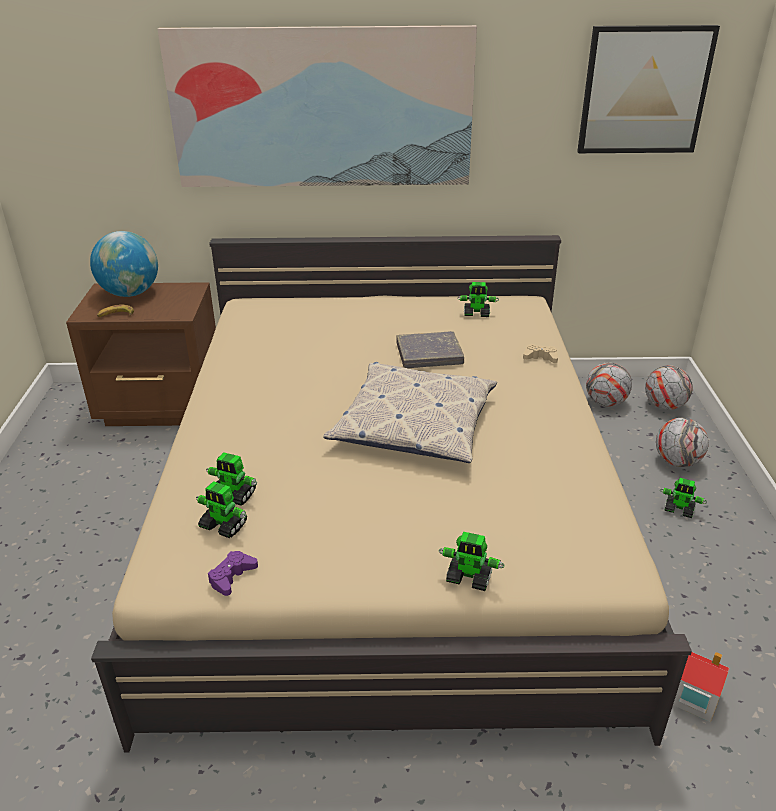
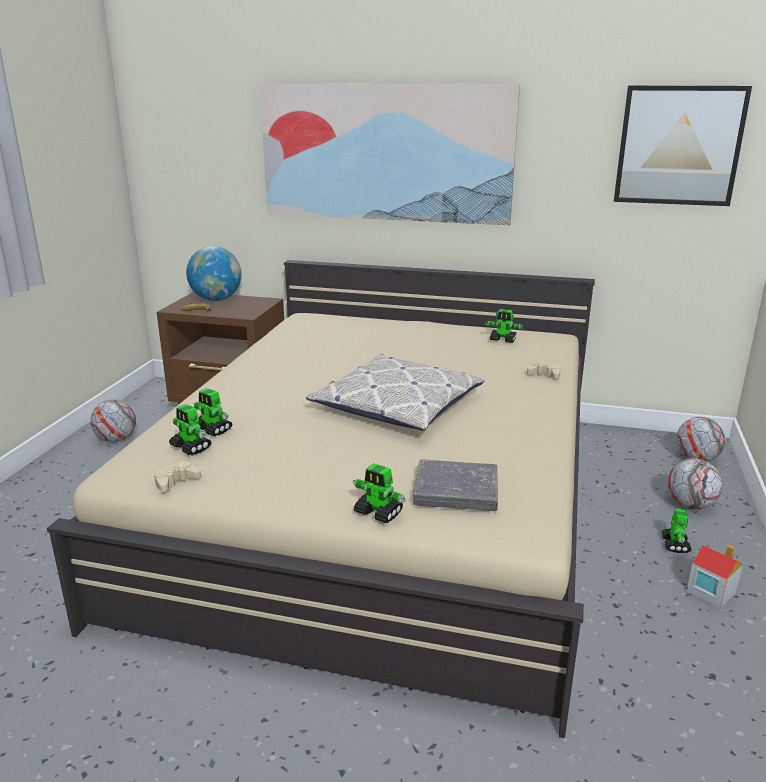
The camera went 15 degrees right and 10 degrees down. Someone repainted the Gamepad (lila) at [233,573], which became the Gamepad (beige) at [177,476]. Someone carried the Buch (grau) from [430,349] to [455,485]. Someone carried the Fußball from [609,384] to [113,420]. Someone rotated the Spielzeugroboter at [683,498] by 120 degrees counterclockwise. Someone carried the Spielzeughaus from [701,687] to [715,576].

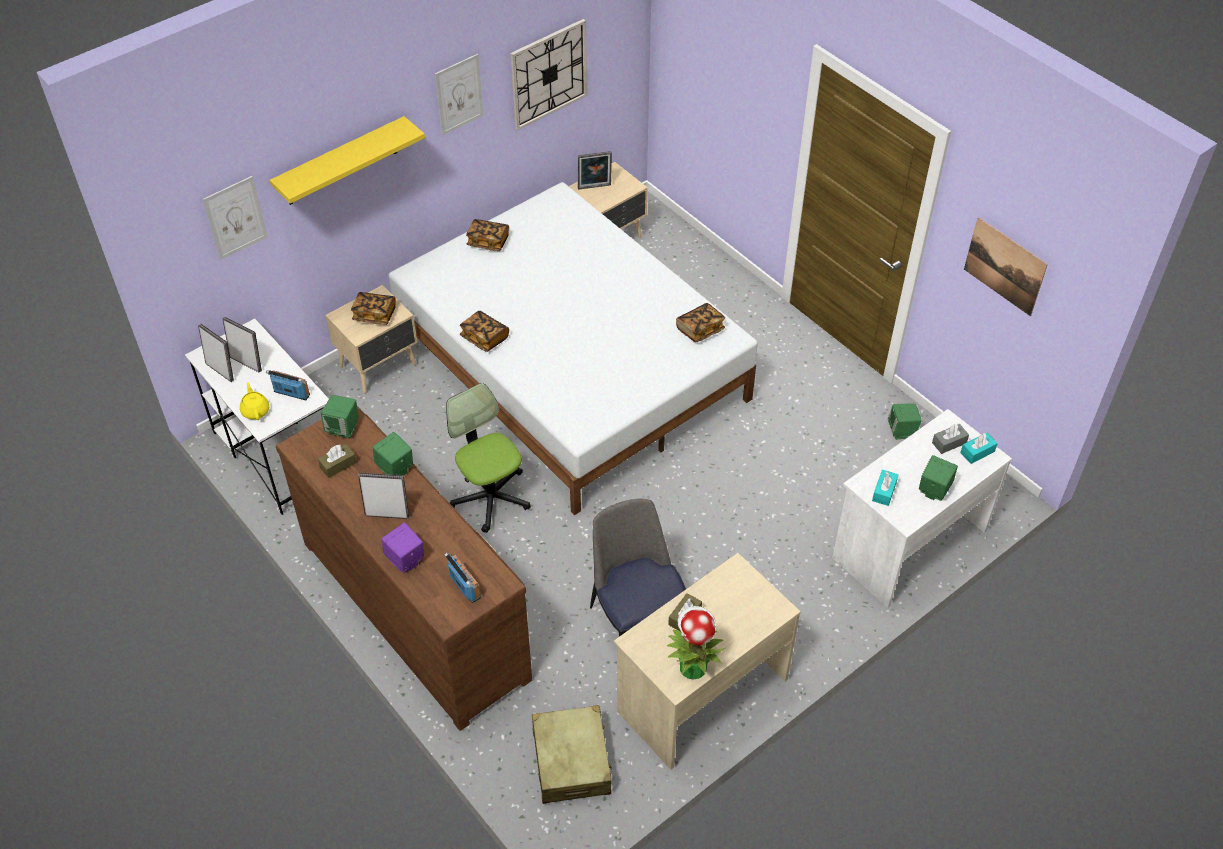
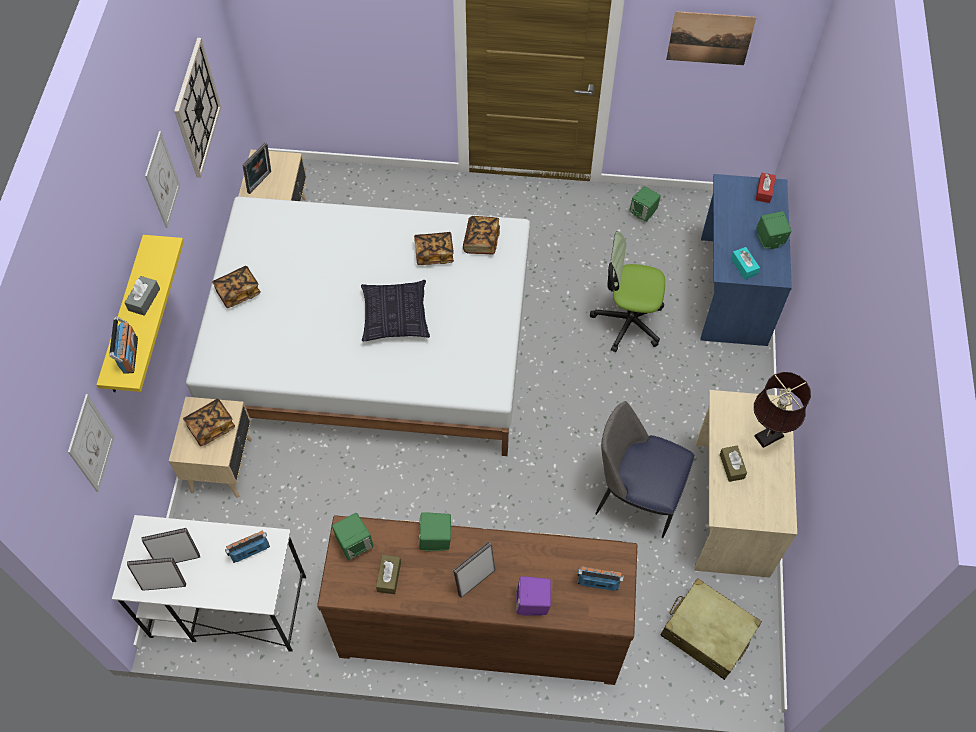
The camera went 45 degrees left and 10 degrees up. Someone took away the Teekanne (gelb) at [254,401]. Someone carried the Bürostuhl from [488,458] to [627,291]. Someone carried the Buch from [484,331] to [434,248]. Someone took away the Topfpflanze at [696,643]. Someone repainted the Schreibtisch (weiß) at [922,508], which became the Schreibtisch (blau) at [746,260]. Someone carried the Taschentuchbox (grau) from [950,439] to [142,296]. Someone repainted the Taschentuchbox (türkis) at [979,448], which became the Taschentuchbox (rot) at [766,188]. Someone put down the Radio at [123,345]. Someone put down the Kissen at [395,310]. Someone put down the Tischlampe (braun) at [782,410].

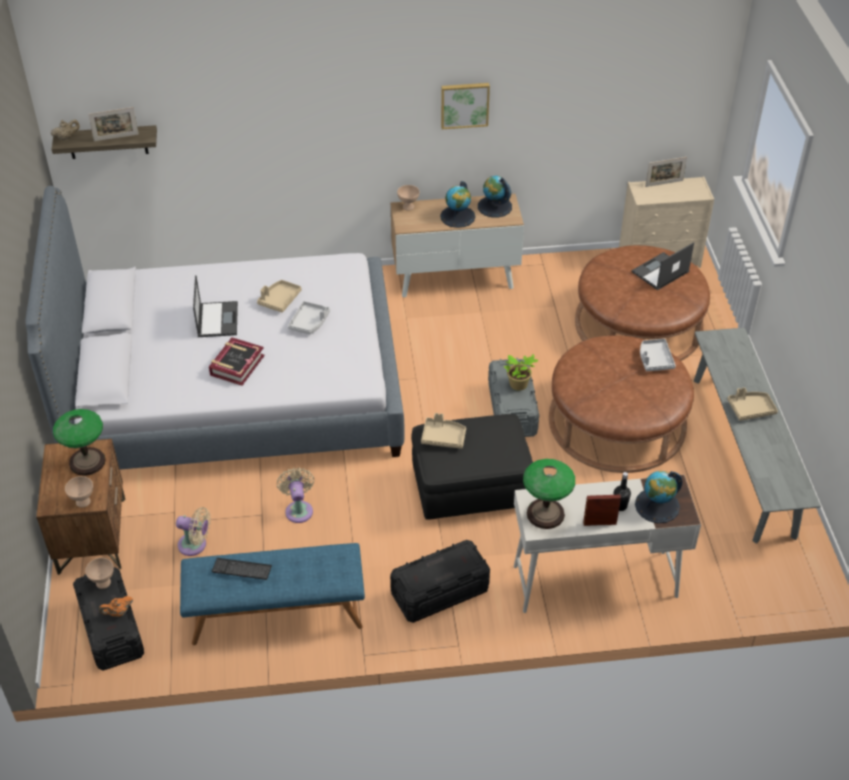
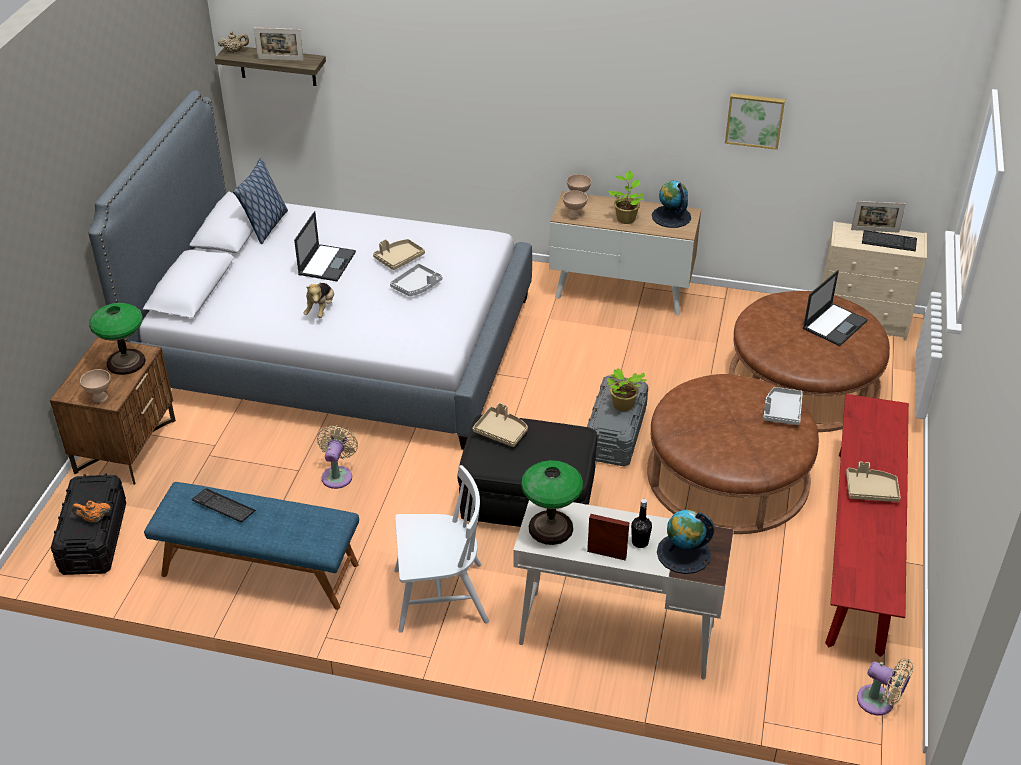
The camera went 20 degrees right and 5 degrees down. Someone carried the Schüssel (beige) from [99,573] to [575,204]. Someone carried the Ventilator (beige) from [193,531] to [885,686]. Someone swapped the Buch at [237,361] for the Plüschtier at [319,300]. Someone swapped the Aufbewahrungsbox (schwarz) at [440,581] for the Stuhl (weiß) at [441,549]. Someone swapped the Globus at [457,204] for the Topfpflanze at [626,197]. Someone carried the Bild from [465,106] to [755,121]. Someone rotated the Laptop at [662,266] by 150 degrees clockwise. Someone repainted the Bank (grau) at [757,435], which became the Bank (rot) at [867,525]. Someone put down the Kissen at [260,201]. Someone put down the Tastatur at [889,240].

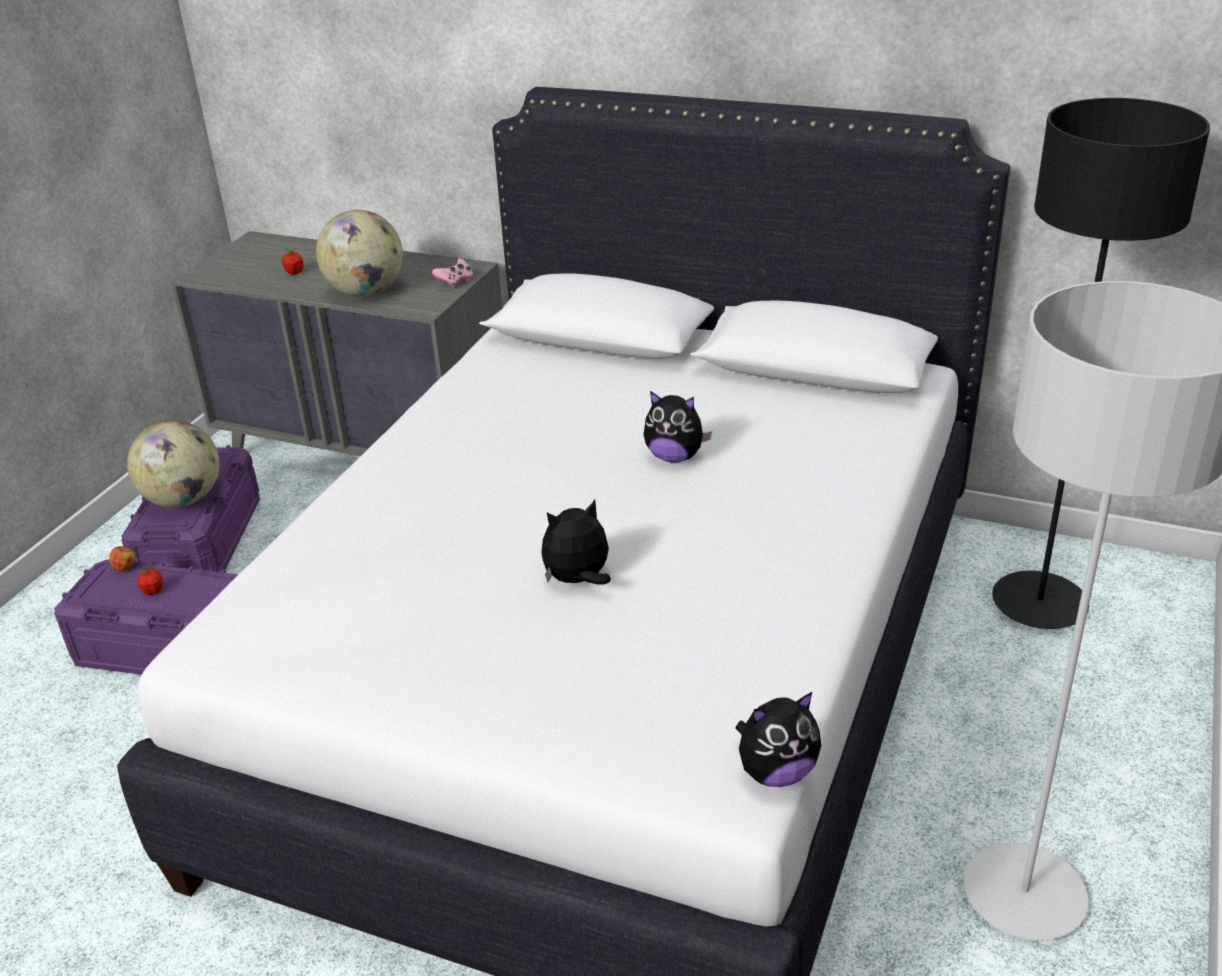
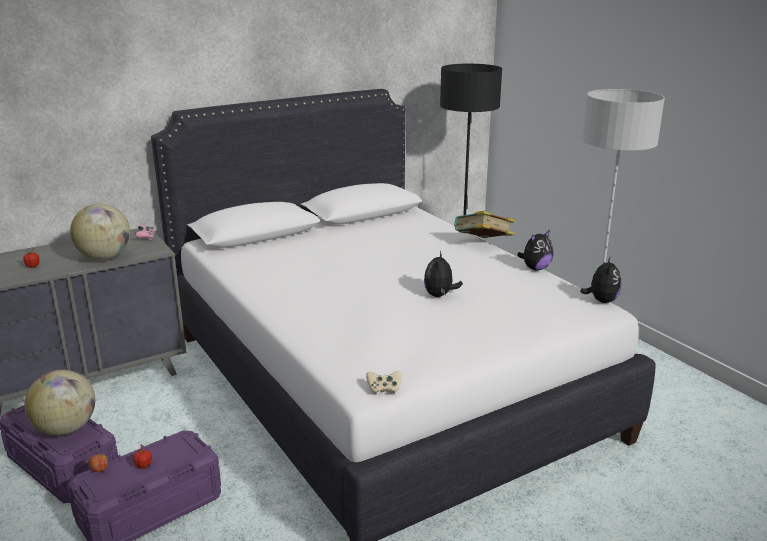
The camera went 55 degrees left and 10 degrees down. Someone carried the Plüschtier from [677,427] to [535,250]. Someone put down the Gamepad (beige) at [383,382]. Someone put down the Buch at [484,224].

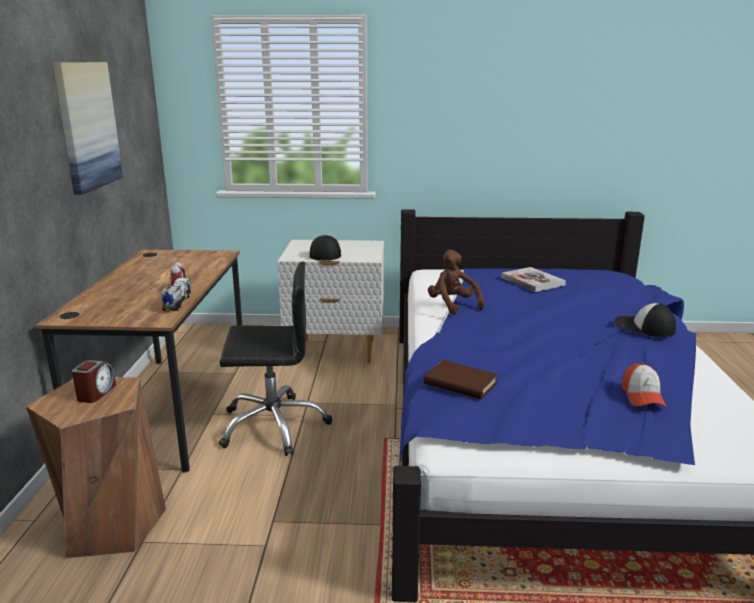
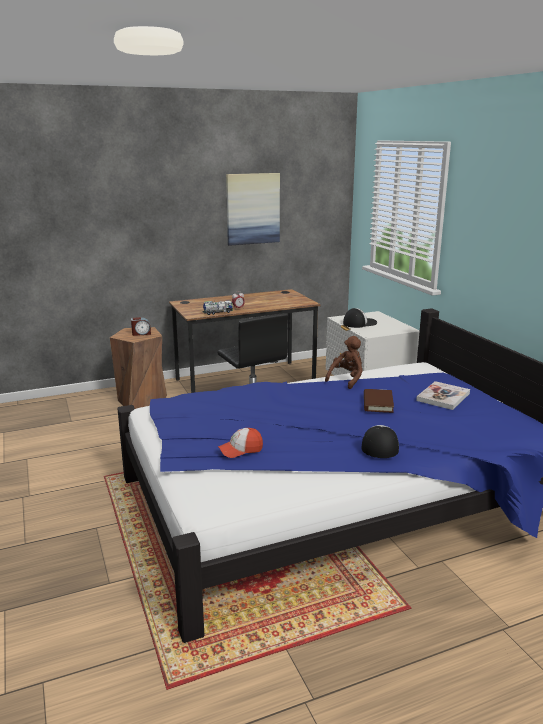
The camera went 65 degrees right and 0 degrees up. Someone carried the Buch (braun) from [461,380] to [379,401].

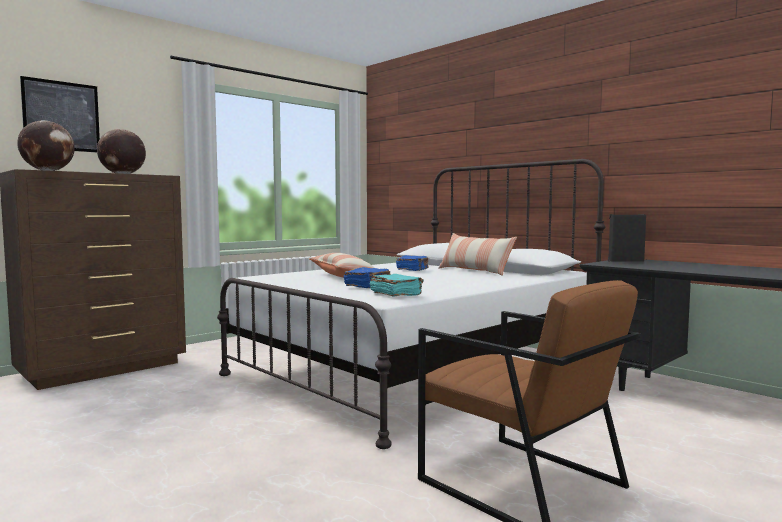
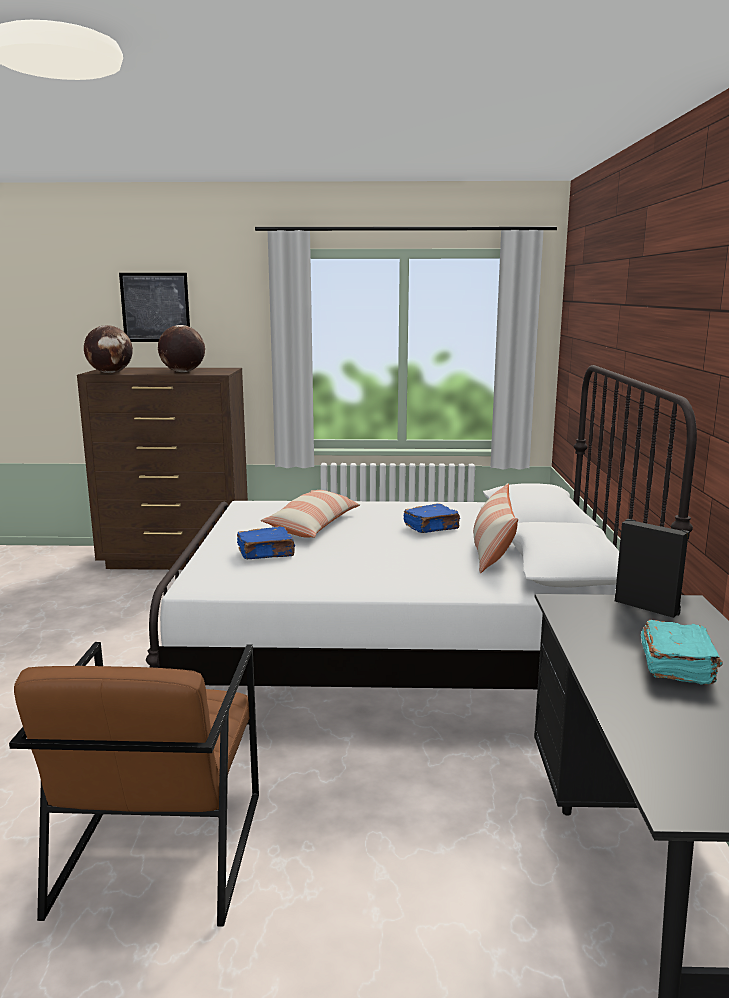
The camera went 45 degrees right and 10 degrees up. Someone carried the Buch (türkis) from [396,285] to [682,652].

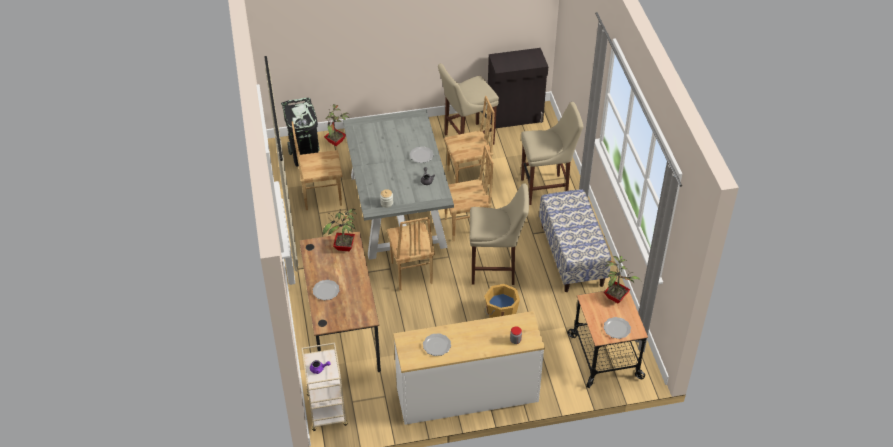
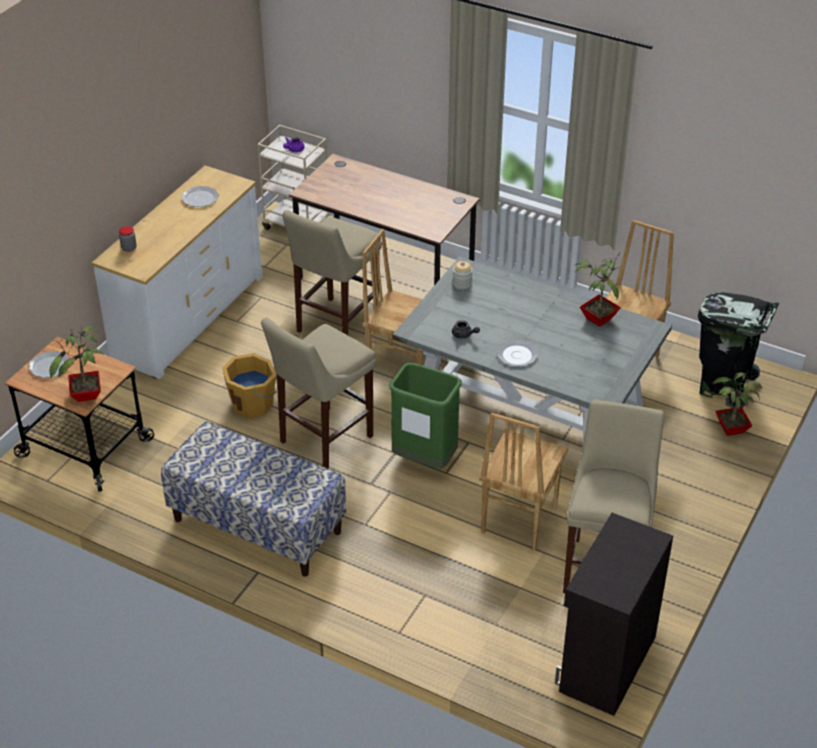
The camera went 130 degrees right and 5 degrees down. Someone took away the Teller at [326,290]. Someone carried the Topfpflanze from [340,229] to [598,290]. Someone swapped the Stuhl (braun) at [469,193] for the Mülleimer (grün) at [425,415]. Someone carried the Hocker (beige) from [552,153] to [332,272].

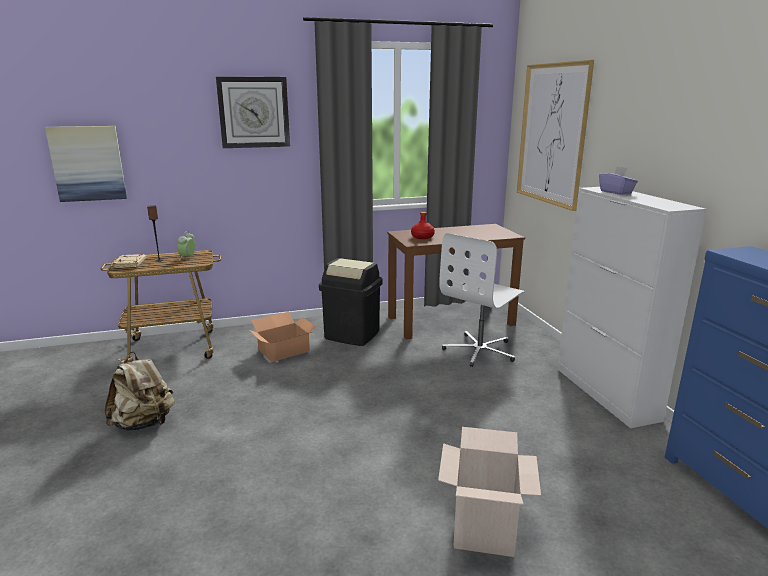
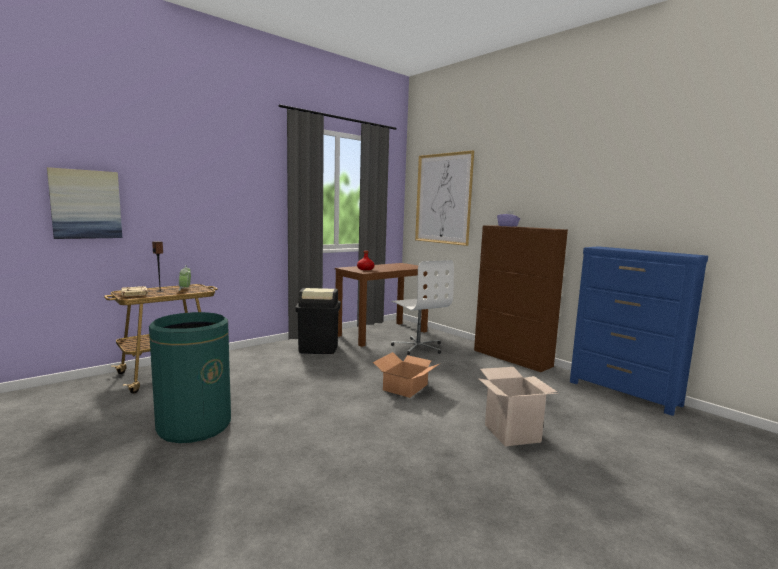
The camera went 25 degrees left and 10 degrees down. Someone swapped the Rucksack (beige) at [139,391] for the Mülleimer (grün) at [190,377]. Someone took away the Wanduhr at [253,112]. Someone carried the Karton from [282,337] to [407,375]. Someone rotated the Bürostuhl (weiß) at [482,300] by 45 degrees counterclockwise. Someone repainted the Schrank (weiß) at [632,307], which became the Schrank (braun) at [521,298].

